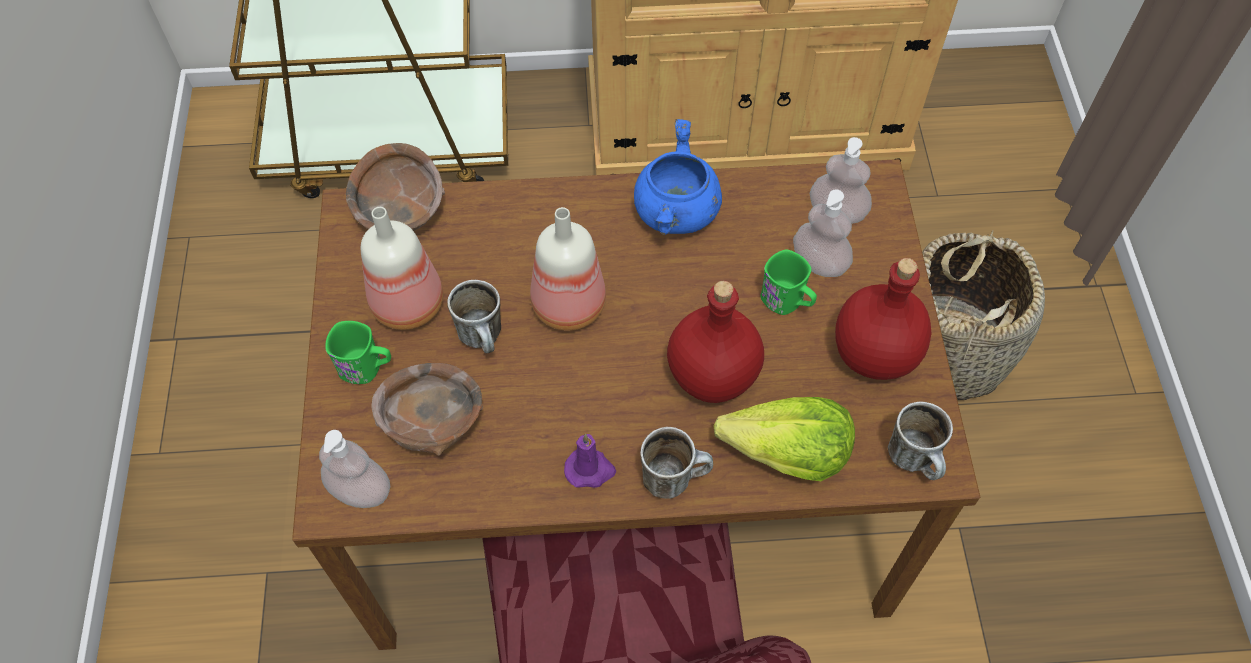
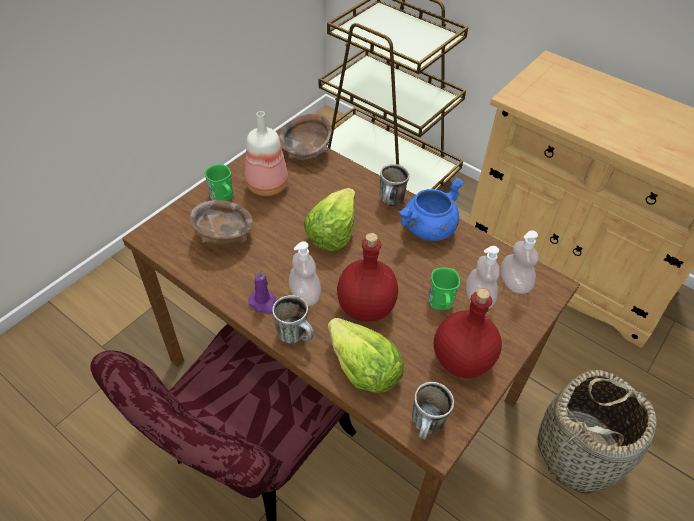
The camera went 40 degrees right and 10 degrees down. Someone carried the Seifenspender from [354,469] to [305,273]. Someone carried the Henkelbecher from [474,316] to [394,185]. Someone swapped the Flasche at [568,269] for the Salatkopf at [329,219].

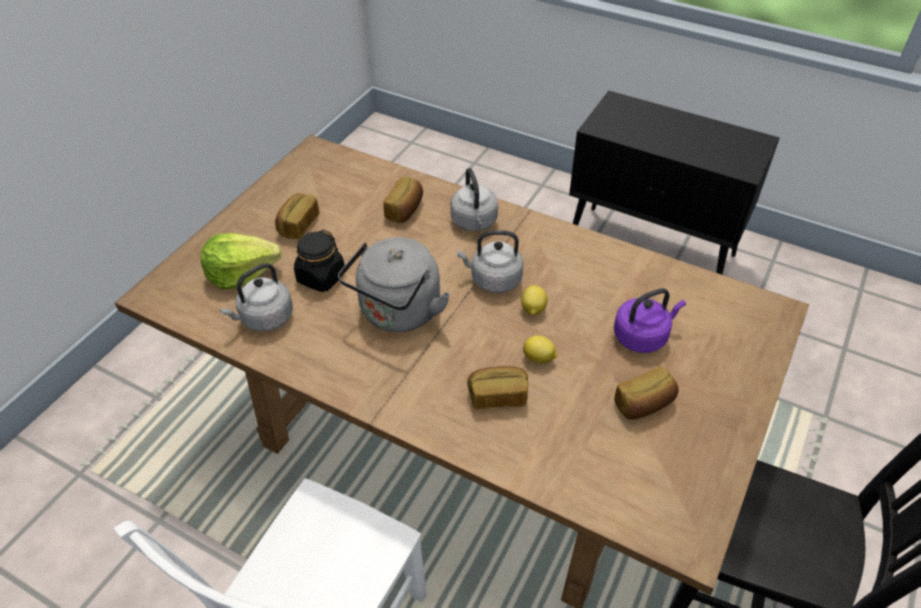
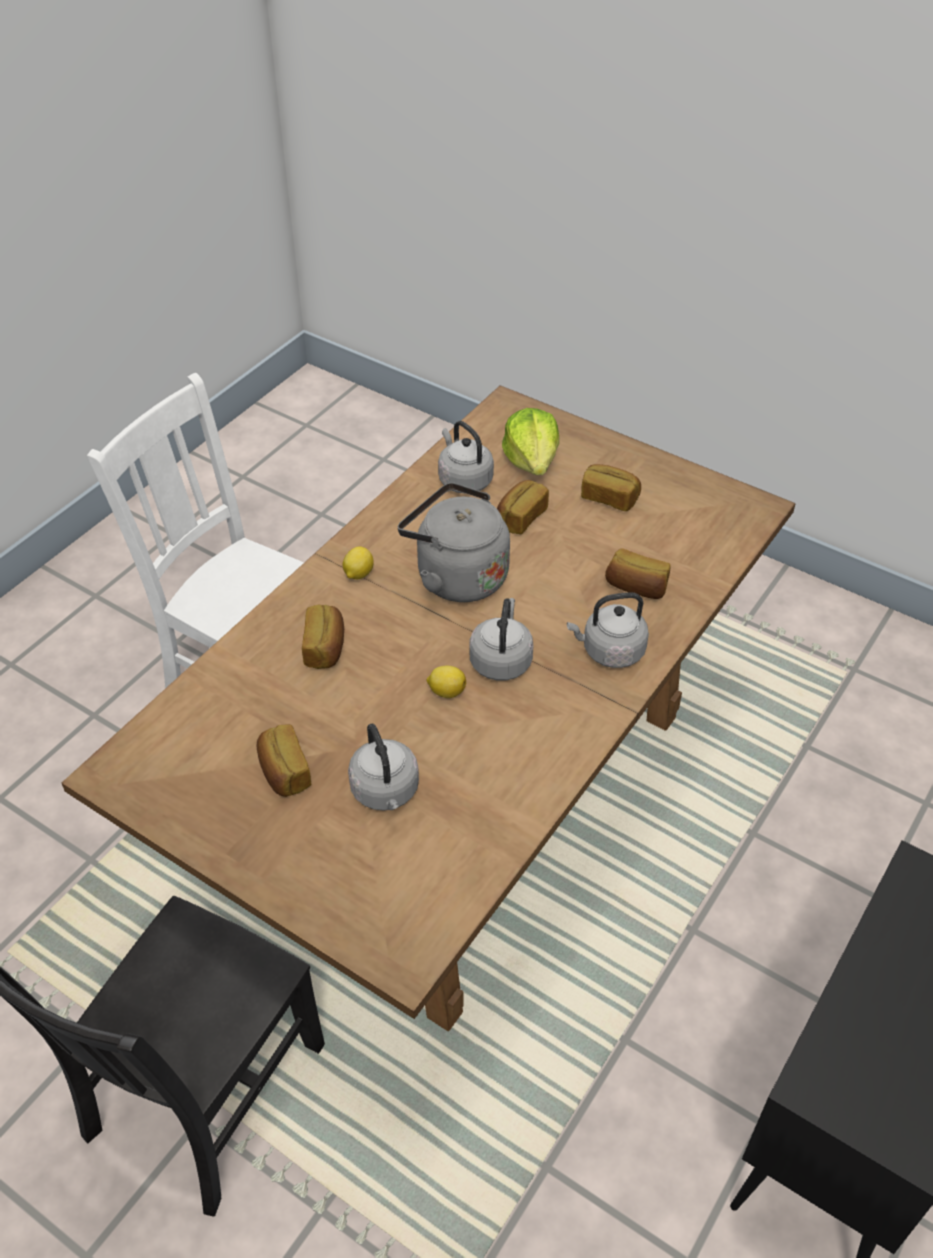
The camera went 95 degrees right and 0 degrees up. Someone swapped the Vorratsglas (schwarz) at [319,261] for the Brot at [523,507]. Someone carried the Zitrone from [540,349] to [358,562]. Someone repainted the Wasserkessel (lila) at [650,320], which became the Wasserkessel (grau) at [383,767].

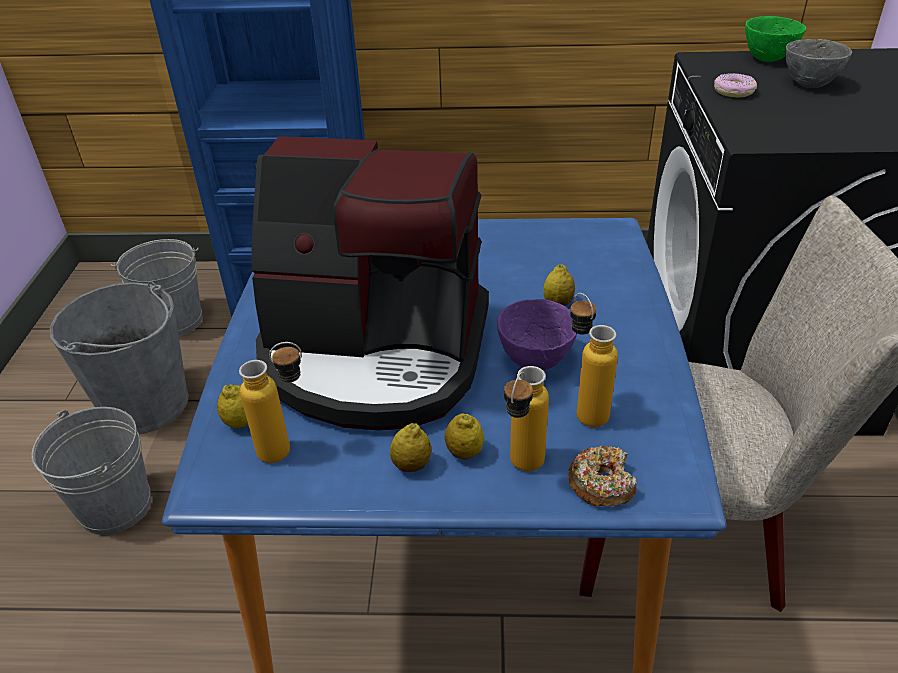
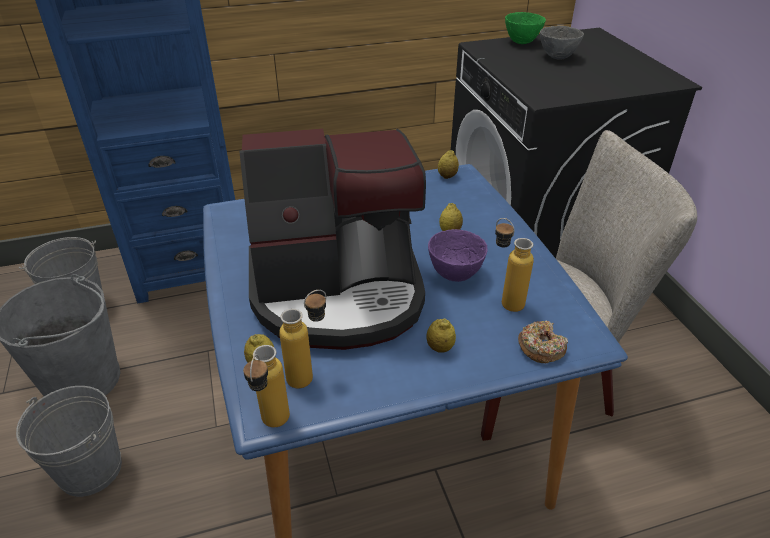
The camera went 20 degrees left and 0 degrees up. Someone carried the Zitrone from [410,447] to [448,164]. Someone carried the Flasche from [526,419] to [266,386]. Someone took away the Donut at [735,85].

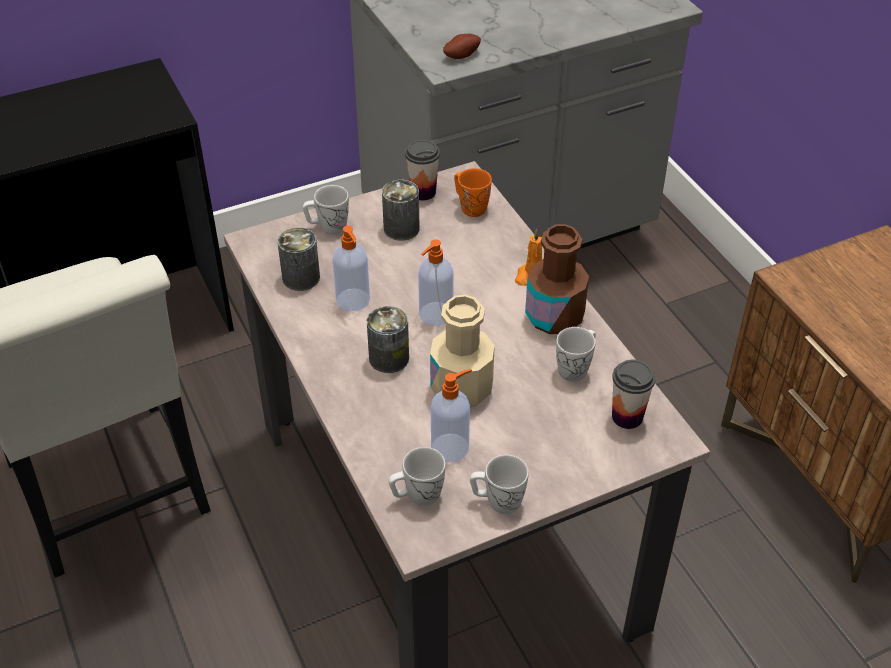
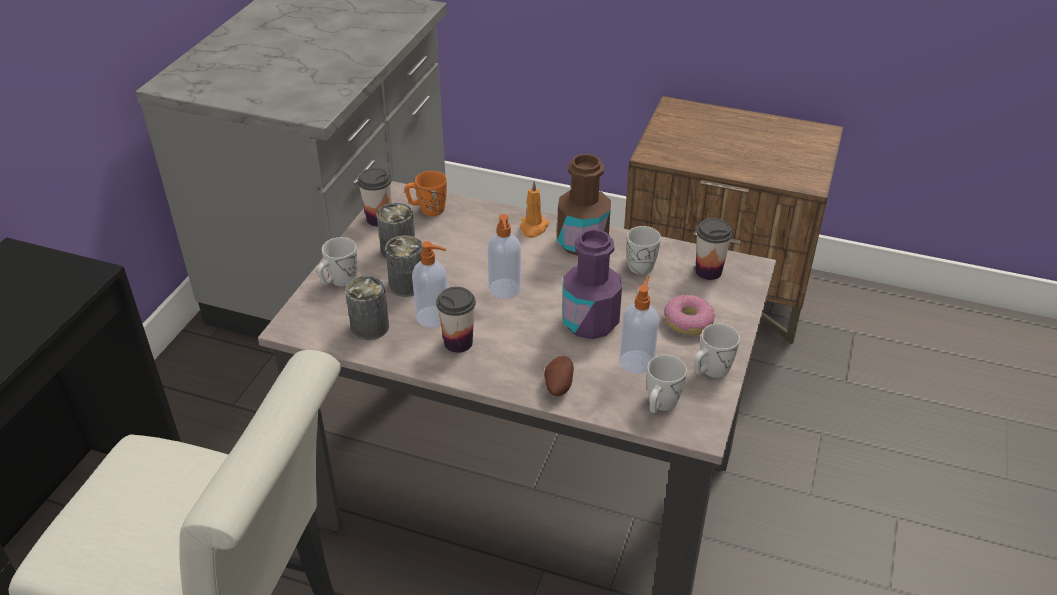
The camera went 45 degrees left and 5 degrees down. Someone carried the Dose from [388,339] to [404,266]. Someone repainted the Flasche (beige) at [462,351], which became the Flasche (lila) at [592,284]. Someone carried the Kartoffel from [462,46] to [559,376]. Someone put down the Tasse at [456,320]. Someone put down the Donut at [689,314].

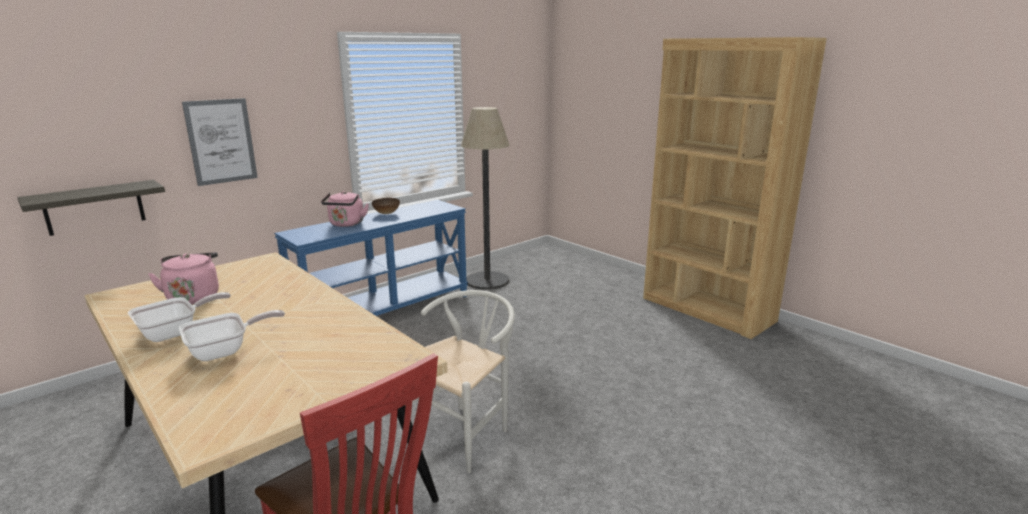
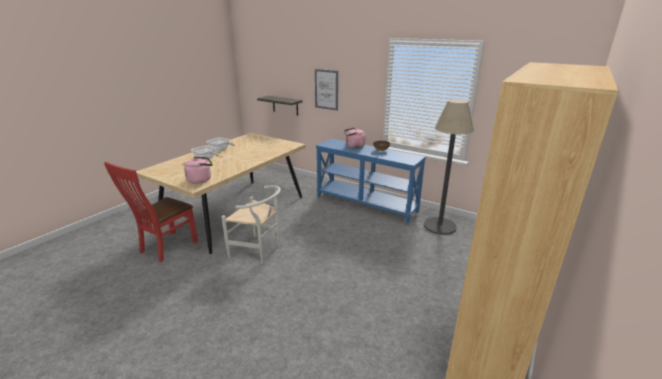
The camera went 75 degrees right and 5 degrees up. Someone carried the Wasserkessel (rosa) from [183,278] to [198,170].

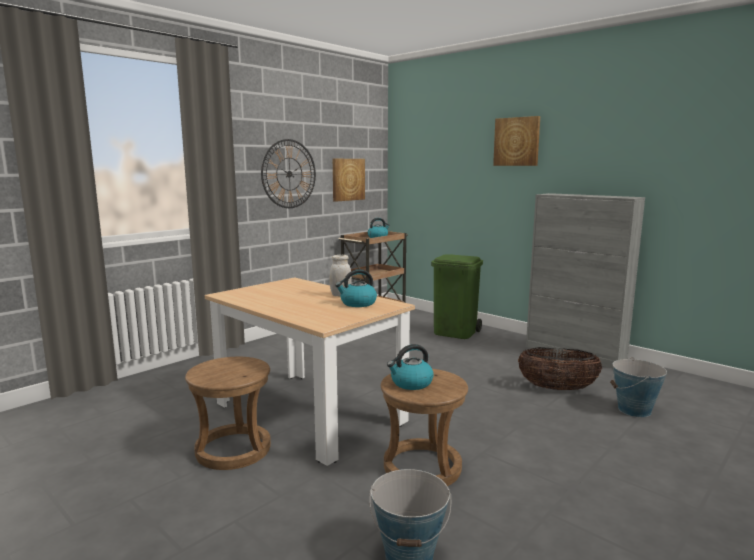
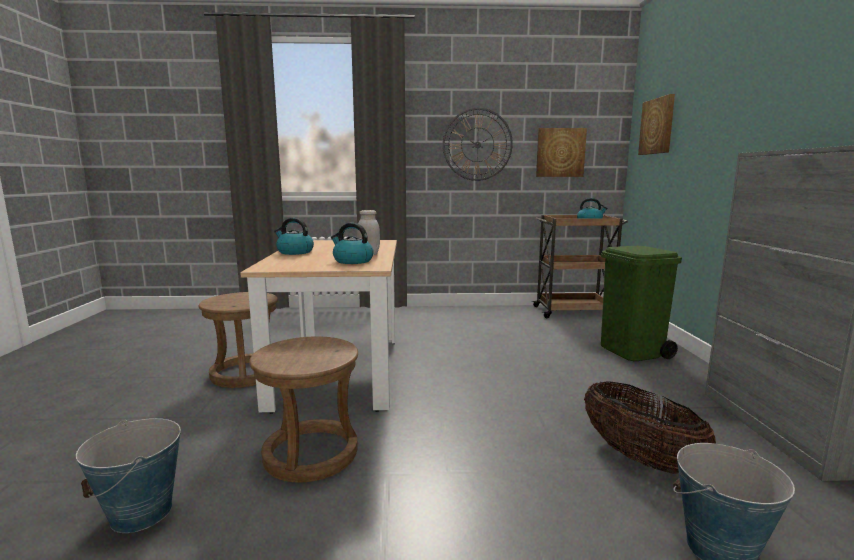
The camera went 45 degrees right and 0 degrees up. Someone carried the Wasserkessel from [410,367] to [294,236]. Someone carried the Bild from [516,141] to [656,124].

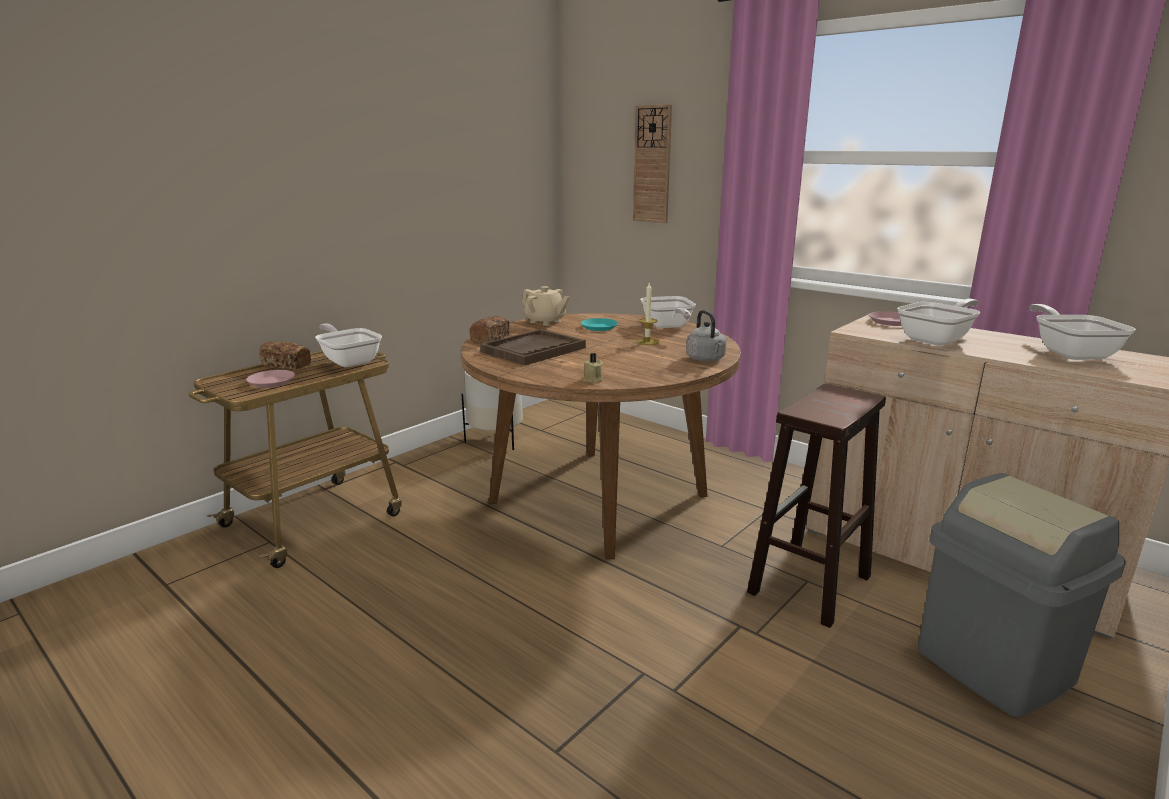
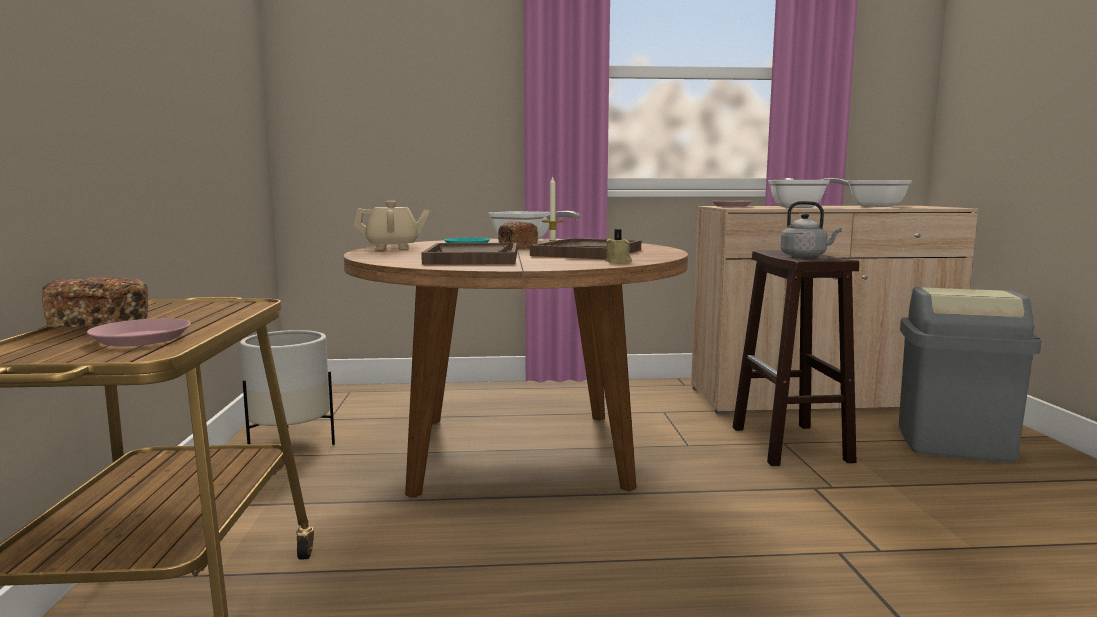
The camera went 45 degrees left and 10 degrees down. Someone took away the Pfanne at [348,345]. Someone carried the Brot from [489,330] to [518,235]. Someone took away the Wanduhr at [652,163]. Someone carried the Wasserkessel (grau) from [706,335] to [811,229]. Someone put down the Tablett (braun) at [585,248].

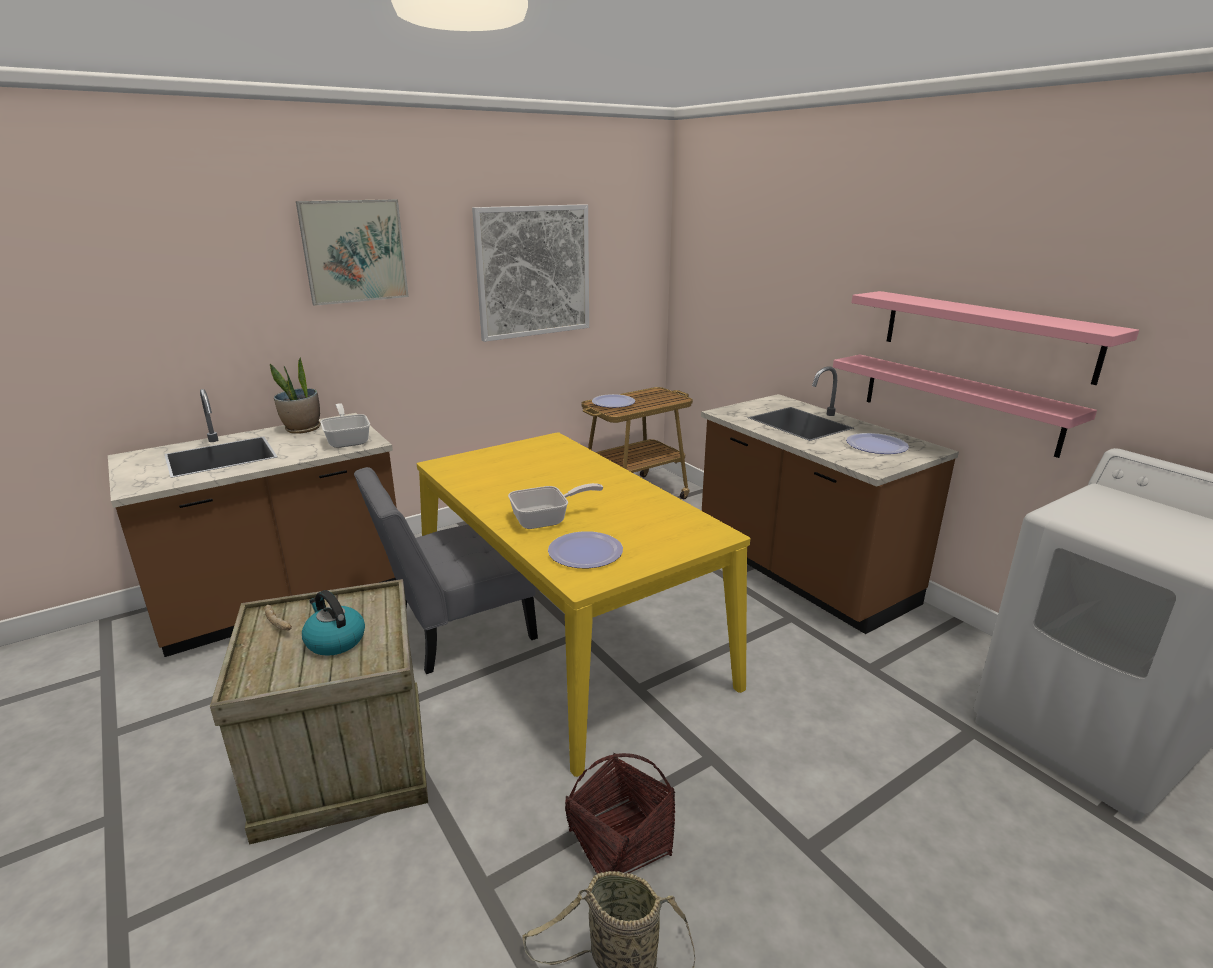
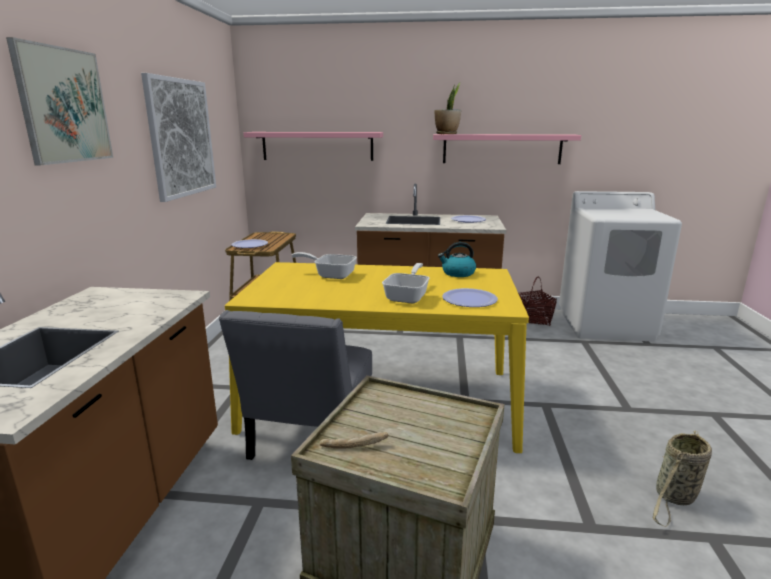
The camera went 50 degrees left and 5 degrees down. Someone carried the Topfpflanze from [295,395] to [448,108]. Someone carried the Wasserkessel from [333,623] to [457,259]. Someone carried the Pfanne from [345,425] to [324,265]. Someone carried the Korb from [620,813] to [537,301]. Someone carried the Wandregal (rosa) from [965,406] to [313,146].

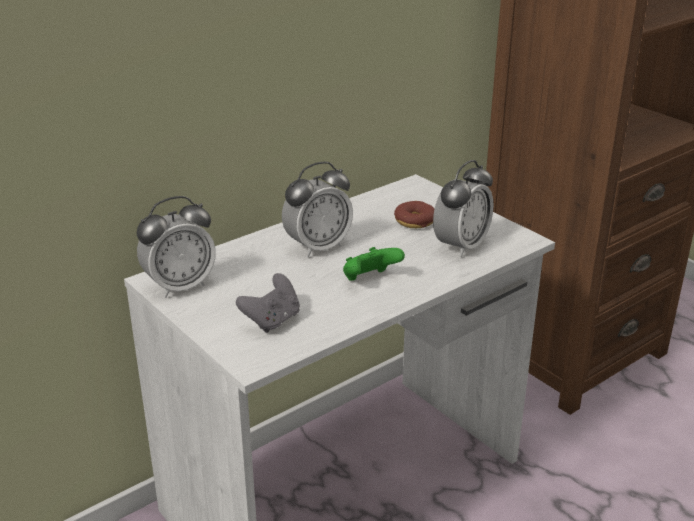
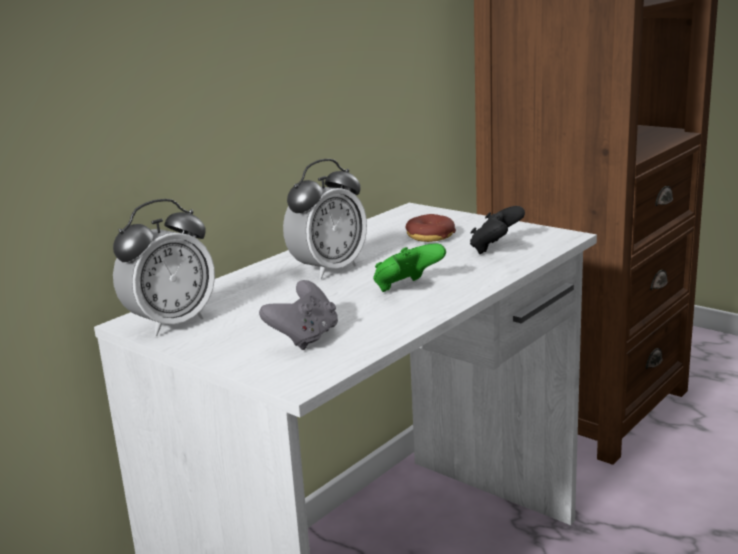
The camera went 10 degrees left and 10 degrees down. Someone swapped the Wecker at [463,208] for the Gamepad (schwarz) at [497,230].

